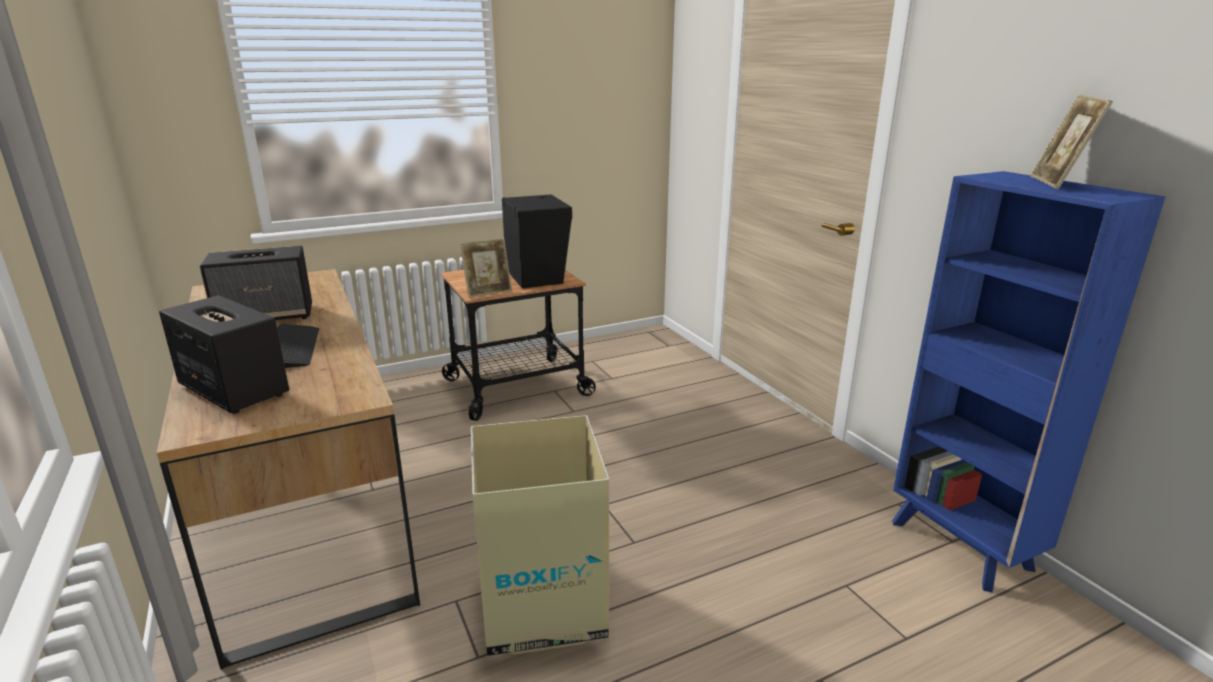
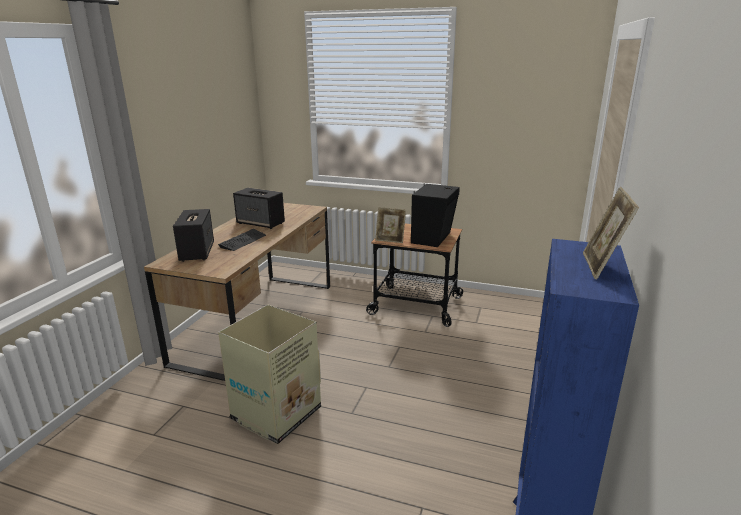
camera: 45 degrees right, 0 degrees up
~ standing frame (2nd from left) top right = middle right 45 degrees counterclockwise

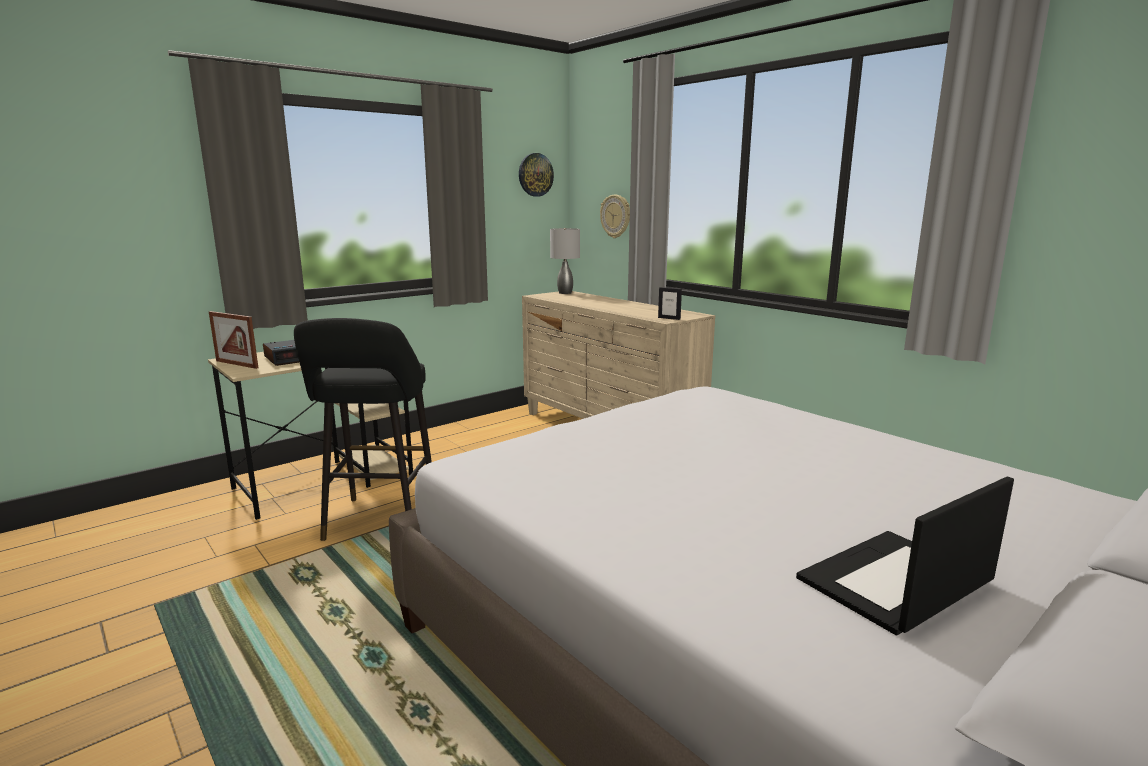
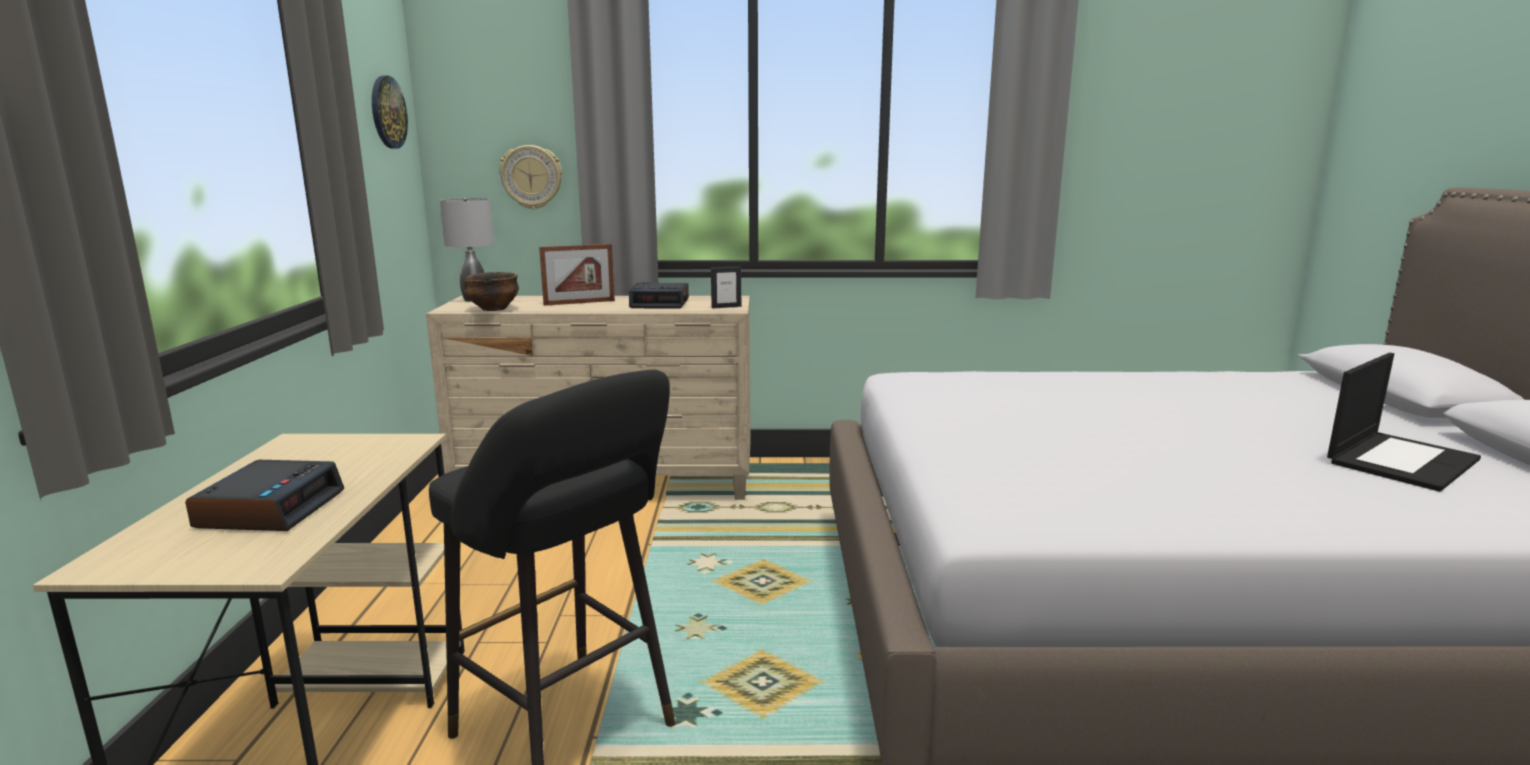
camera: 50 degrees left, 0 degrees up
+ bowl middle left
+ alarm clock (2nd from left) centre
~ standing frame (1st from left) middle left to centre
~ notebook computer bottom right = middle right 135 degrees counterclockwise

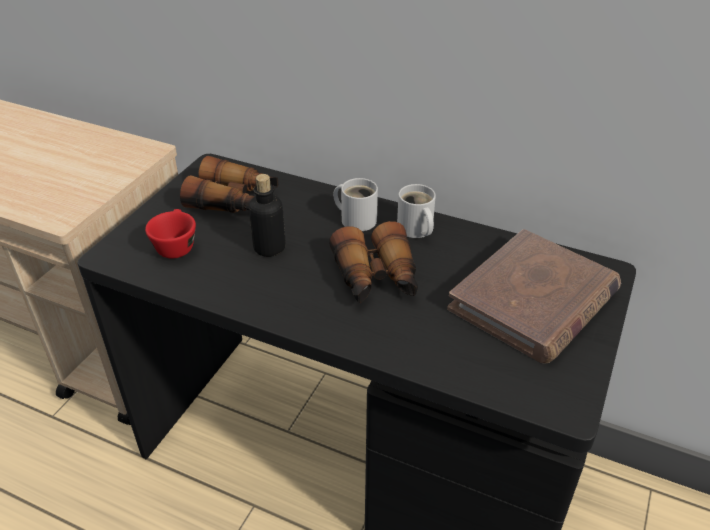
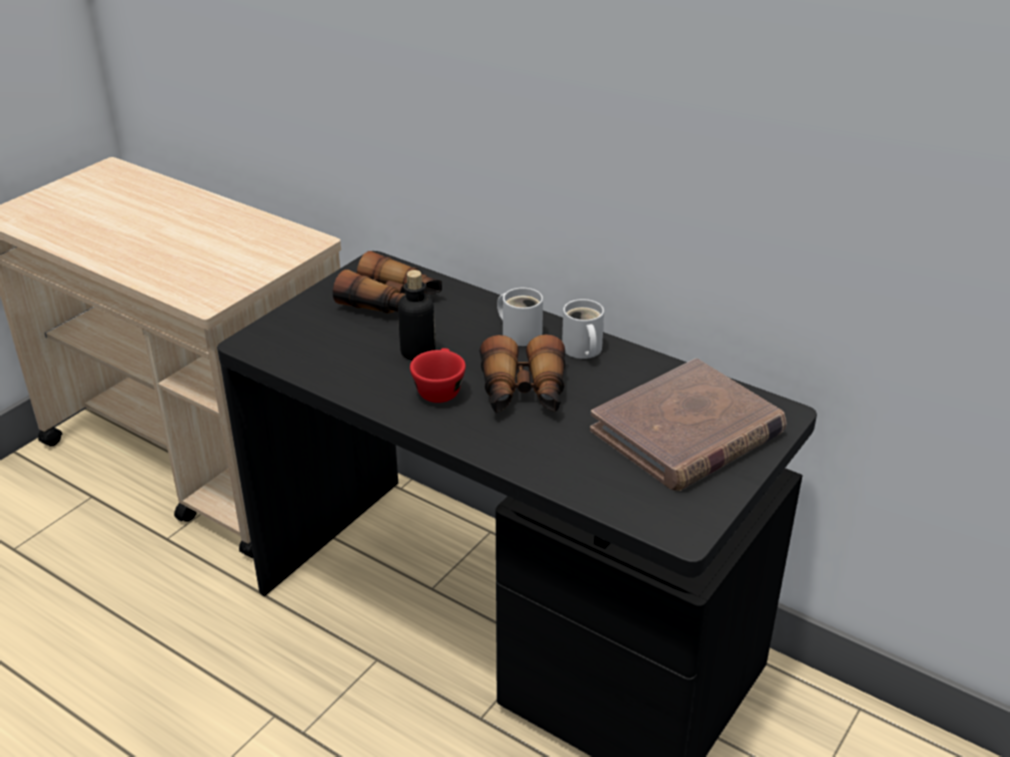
camera: 10 degrees right, 5 degrees down
~ red drinking cup middle left to centre

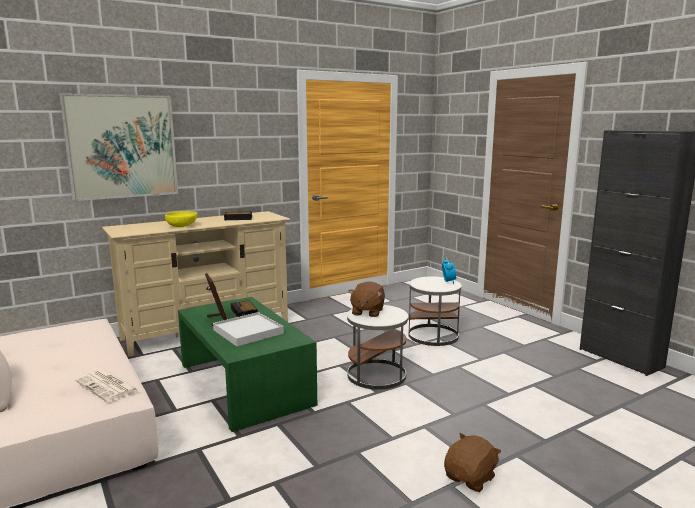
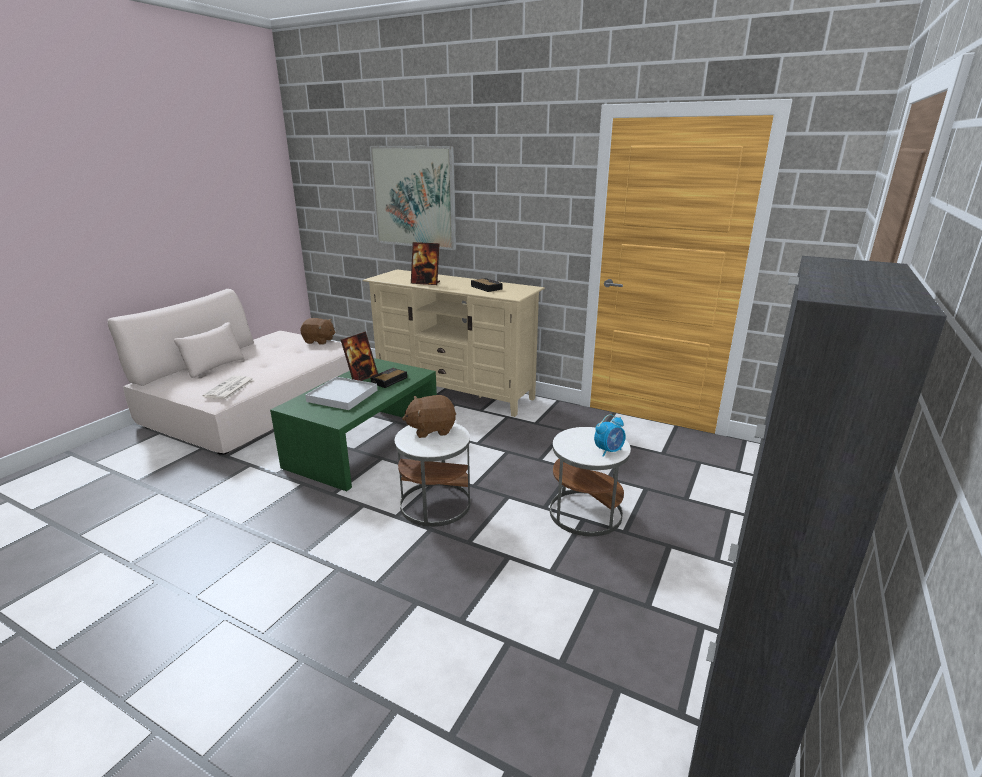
camera: 60 degrees right, 10 degrees up
~ brown-coloured cuddly toy (2nd from left in the first image) bottom right to brown-coloured cuddly toy (1st from left) middle left
~ yellowish bowl middle left to standing frame (2nd from left) centre

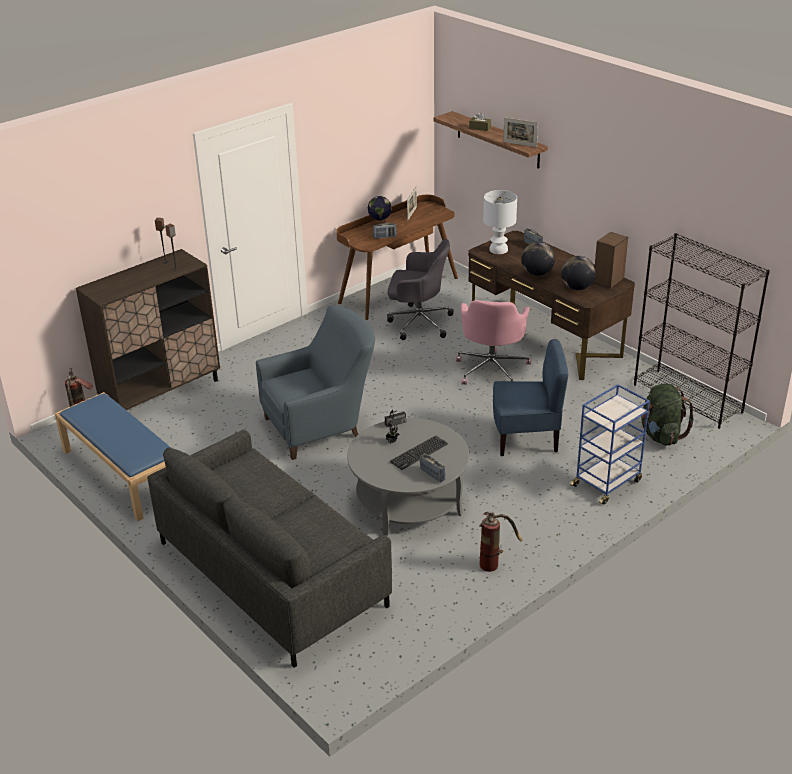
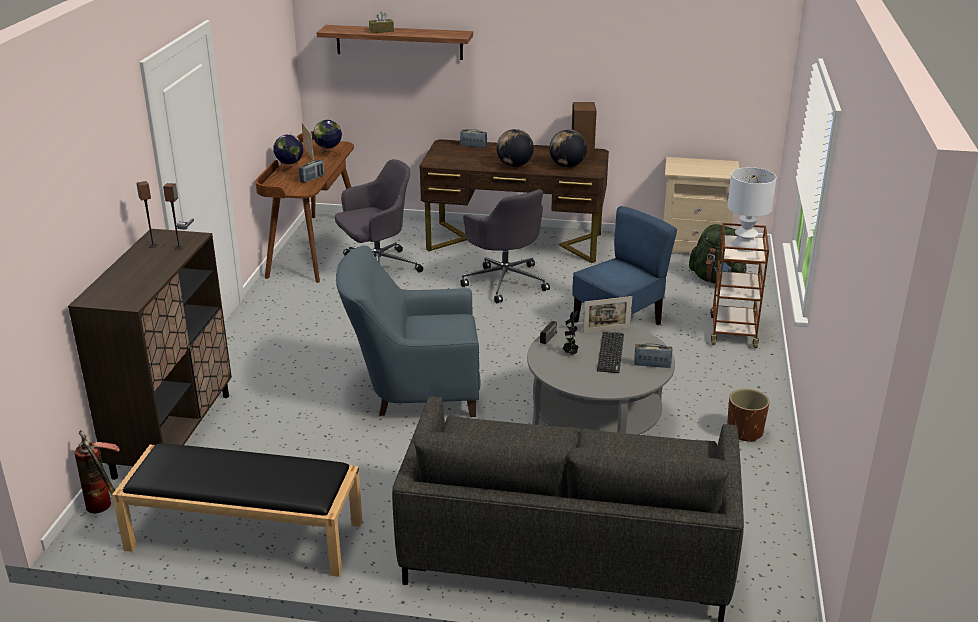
camera: 40 degrees left, 5 degrees down
+ world globe (2nd from left) top centre
~ whitish tabletop lamp top centre to middle right
~ standing frame (2nd from left) top centre to centre
~ fire extinguisher (2nd from left) bottom centre to brown-coloured plant pot bottom right
~ black-coloured bookshelf middle right to beige bedside table top right
~ blue-coloured indoor bench middle left to black-coloured indoor bench bottom left
~ pink-coloured computer chair centre to gray computer chair (2nd from left) centre
~ blue-coloured wheeled cart middle right to brown-coloured wheeled cart middle right
~ blue-coloured armchair centre = centre 120 degrees counterclockwise

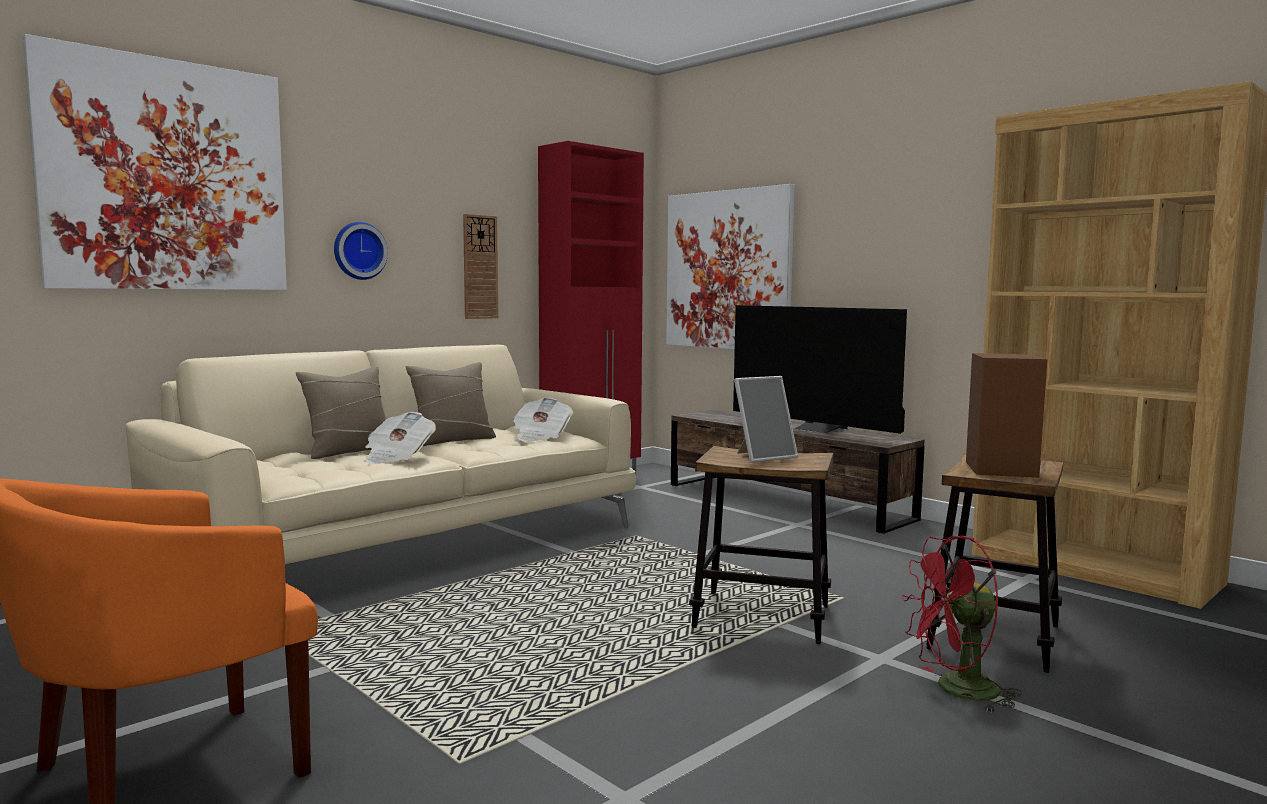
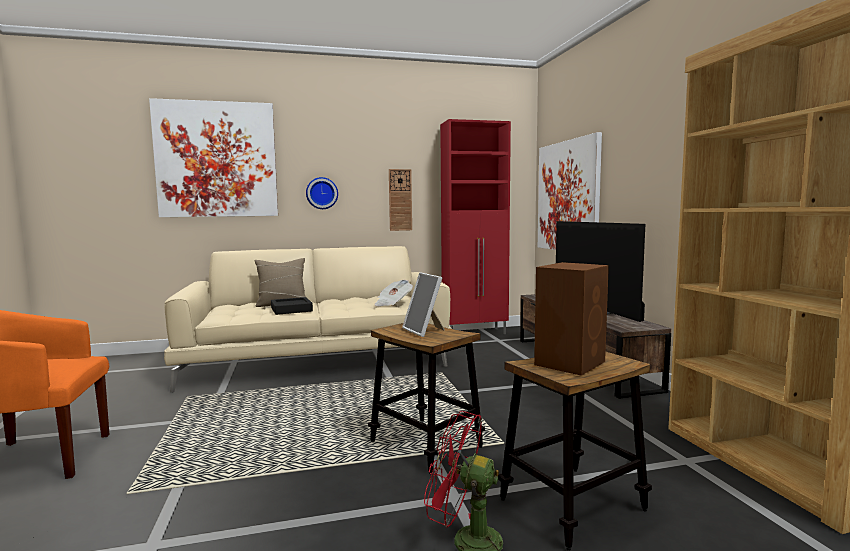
camera: 30 degrees right, 0 degrees up
- beige pillow (2nd from left) centre
~ printed paper (1st from left) middle left to black-coloured carrying tray centre
~ standing frame centre = centre 60 degrees clockwise

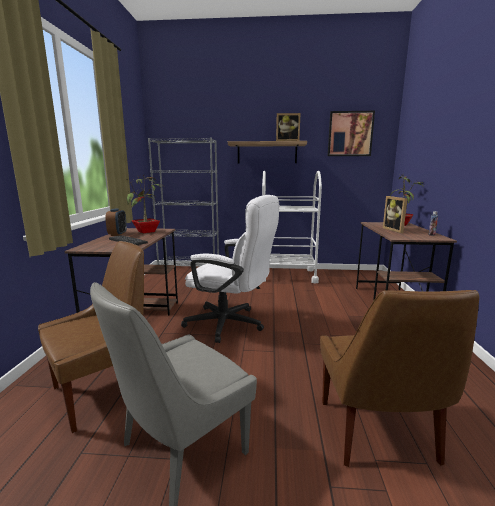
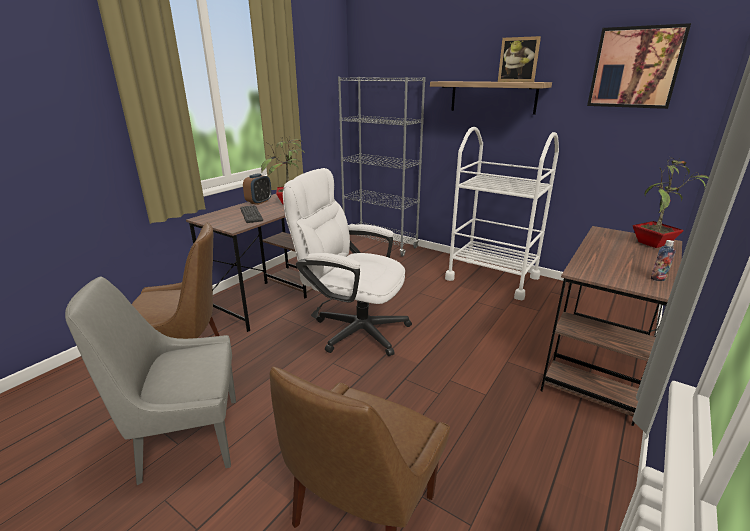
camera: 30 degrees right, 10 degrees up
- standing frame (2nd from left) middle right
~ whitish computer chair centre = centre 150 degrees clockwise

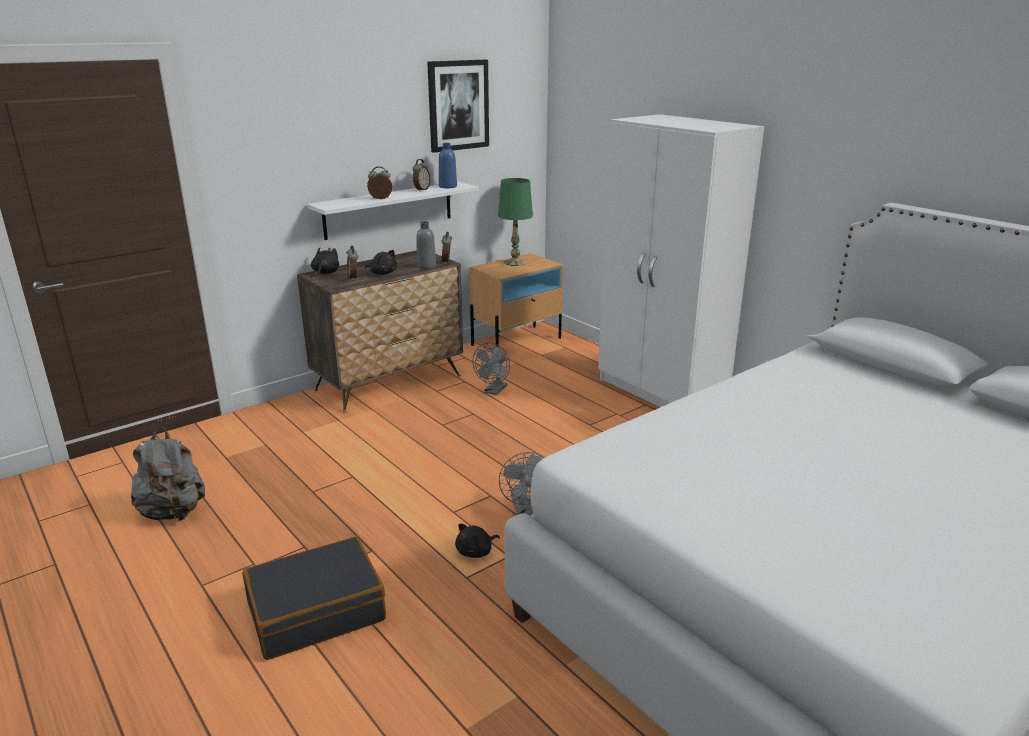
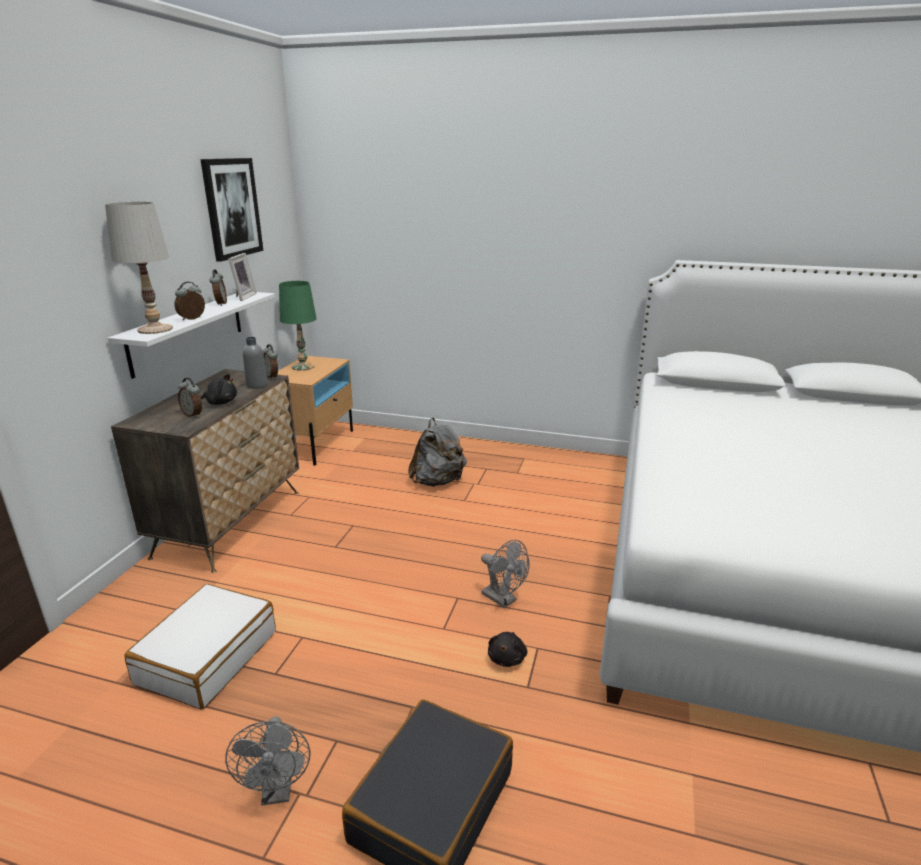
camera: 35 degrees left, 0 degrees up
- black-coloured cuddly toy (1st from left) middle left
- whitish clothes cupboard centre
+ whitish tabletop lamp top left
+ whitish travel case bottom left
~ gray knapsack middle left to centre
~ gray cooling fan (1st from left) centre to bottom left
~ blue-coloured drink bottle top centre to standing frame top left

